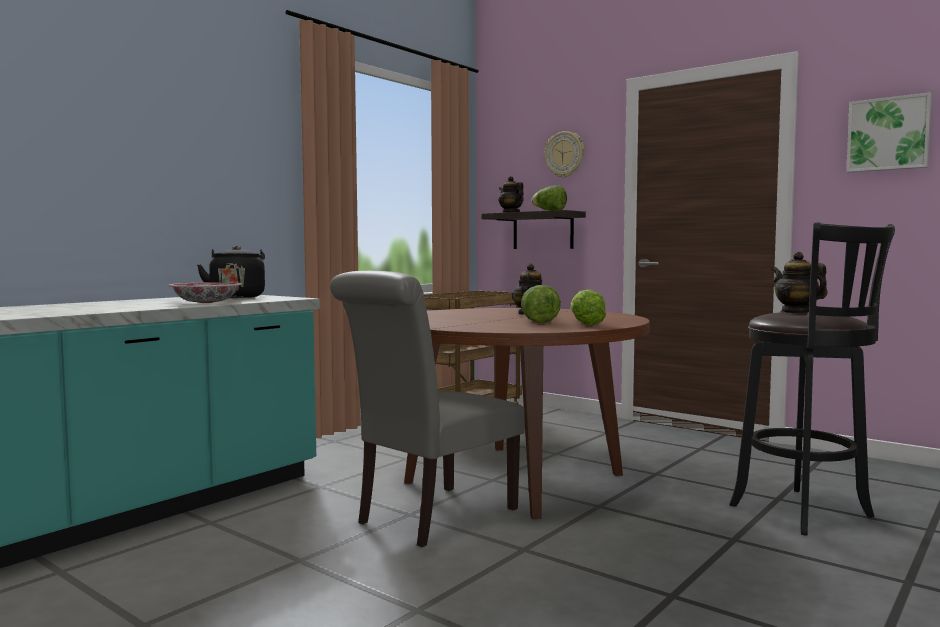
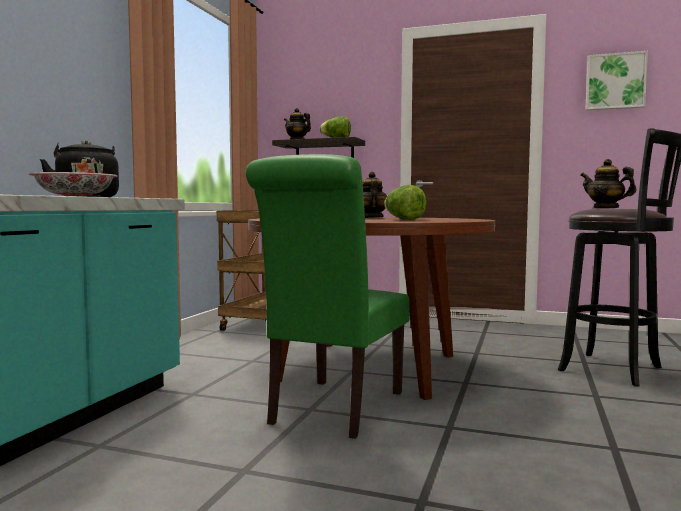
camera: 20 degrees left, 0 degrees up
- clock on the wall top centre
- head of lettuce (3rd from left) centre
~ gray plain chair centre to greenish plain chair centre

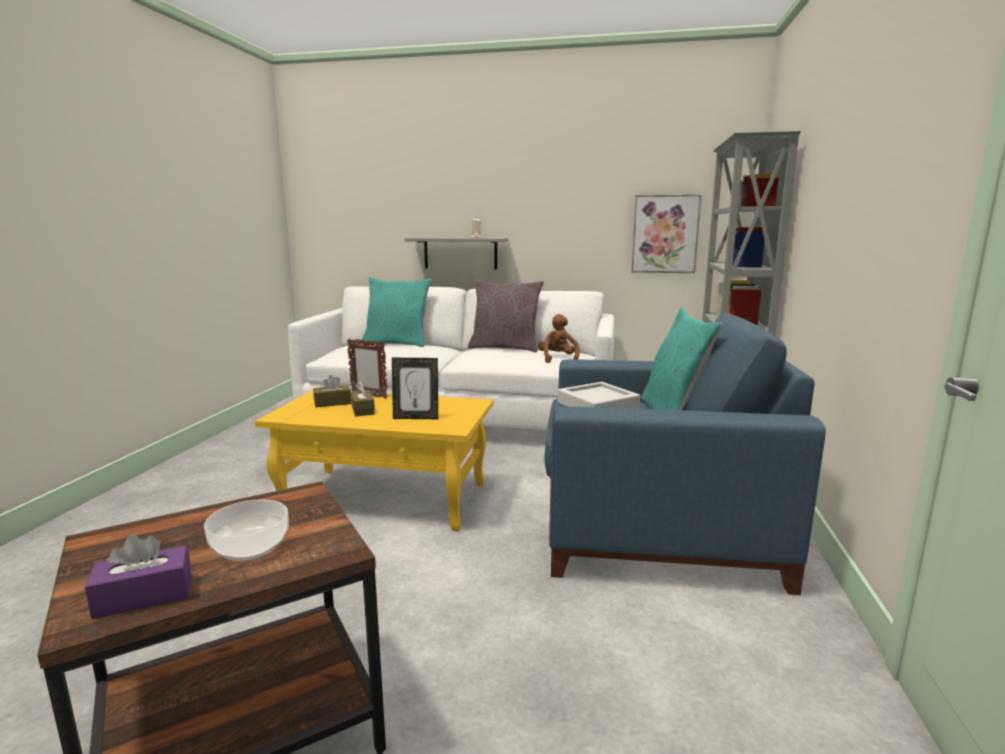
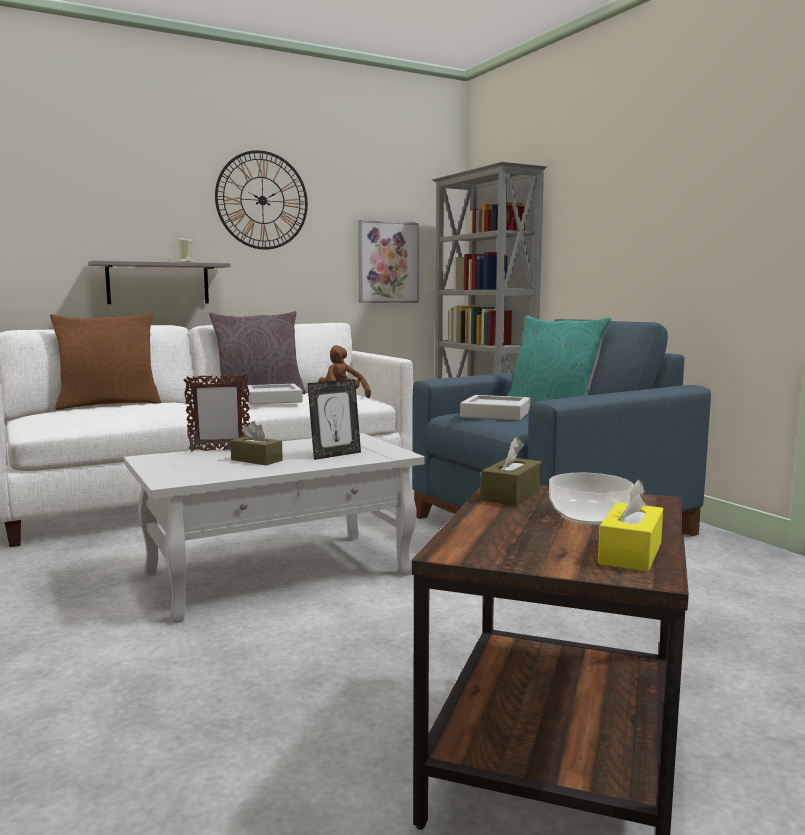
camera: 40 degrees left, 5 degrees down
+ clock on the wall top left
+ gray carrying tray (1st from left) centre
~ brown-coloured tissue holder (1st from left in the first image) middle left to brown-coloured tissue holder (2nd from left) centre
~ purple-coloured tissue holder bottom left to yellowish tissue holder middle right
~ yellowish coffee table centre to whitish coffee table centre
~ blue-green pillow (1st from left) centre to brown-coloured pillow middle left

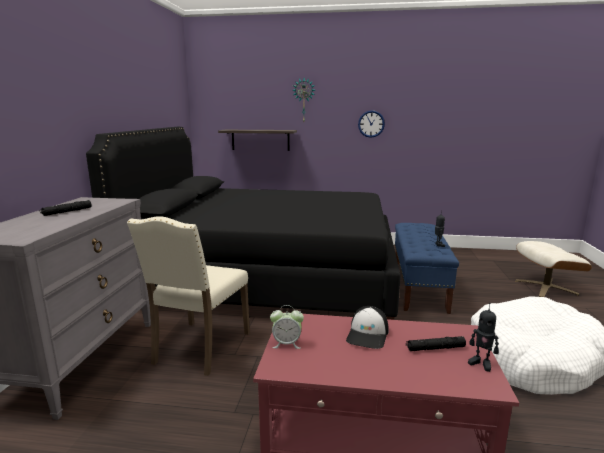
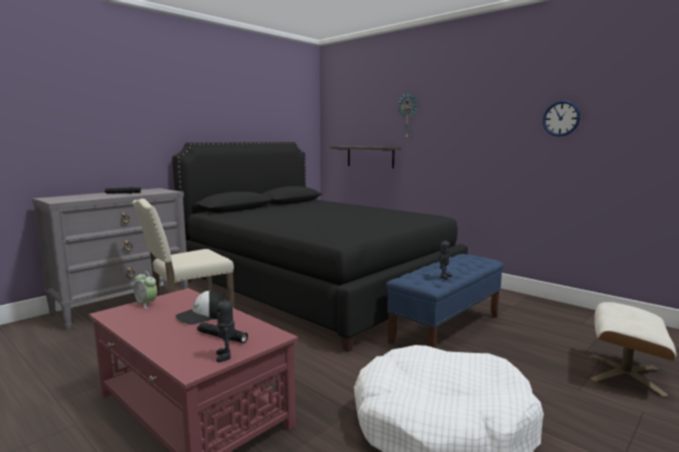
camera: 35 degrees right, 5 degrees down
~ clock on the wall (2nd from left) top centre to top right

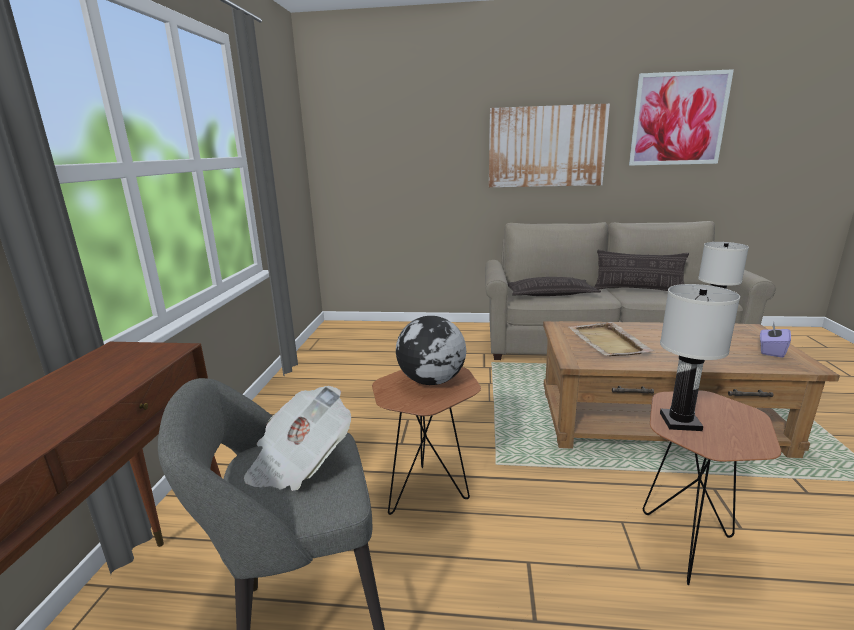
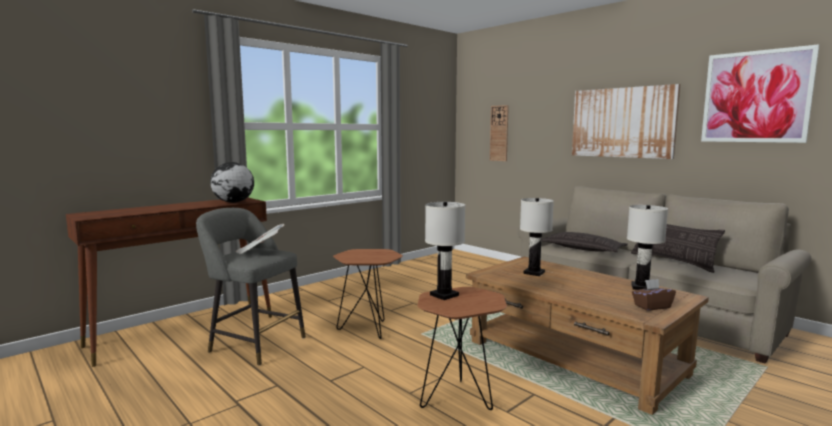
camera: 40 degrees right, 10 degrees down
+ clock on the wall top centre
~ world globe centre to middle left
~ beige carrying tray middle right to whitish tabletop lamp (2nd from left) centre
~ purple-coloured tissue holder middle right to brown-coloured tissue holder bottom right

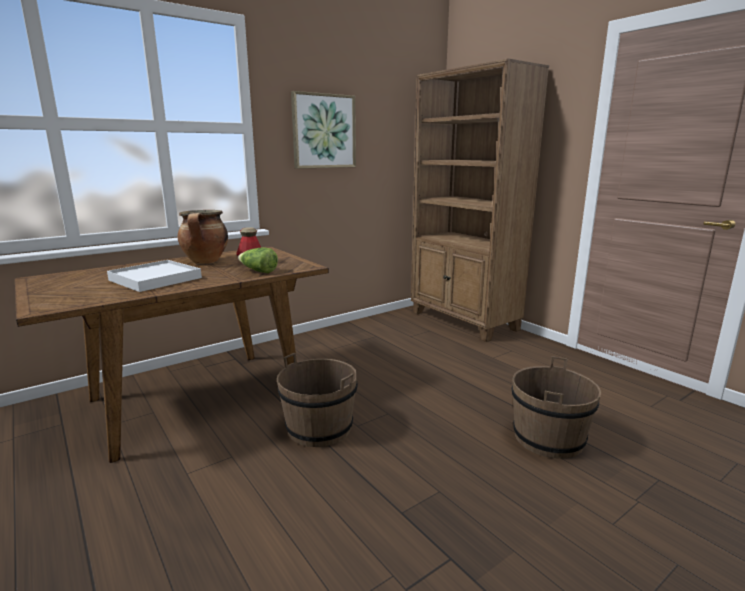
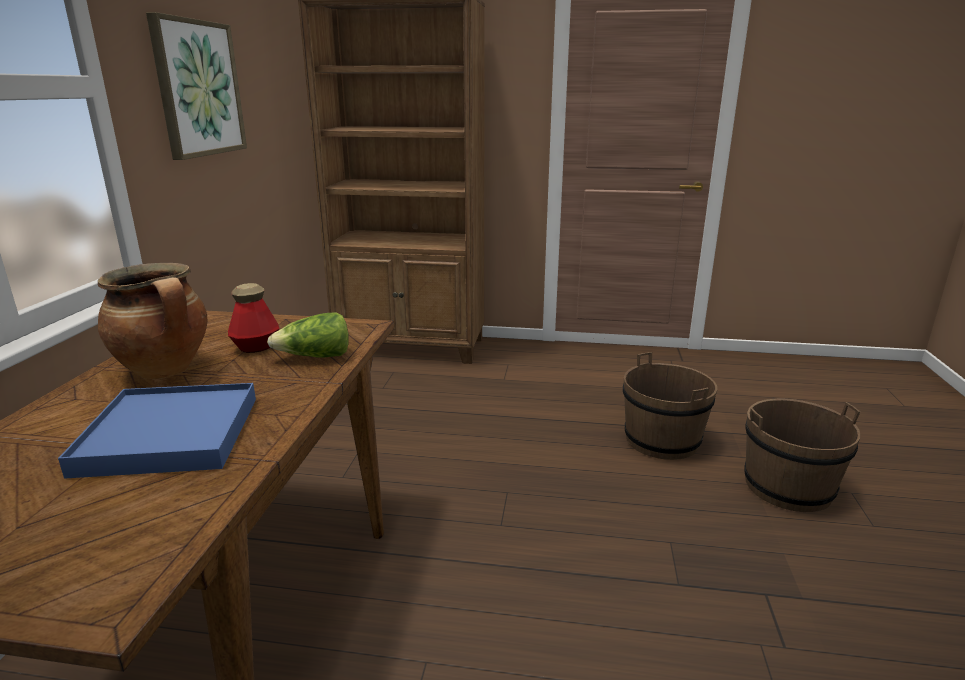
camera: 45 degrees left, 5 degrees up
~ brown-coloured bucket (1st from left in the first image) bottom centre to brown-coloured bucket (2nd from left) bottom right
~ whitish carrying tray middle left to blue-coloured carrying tray middle left

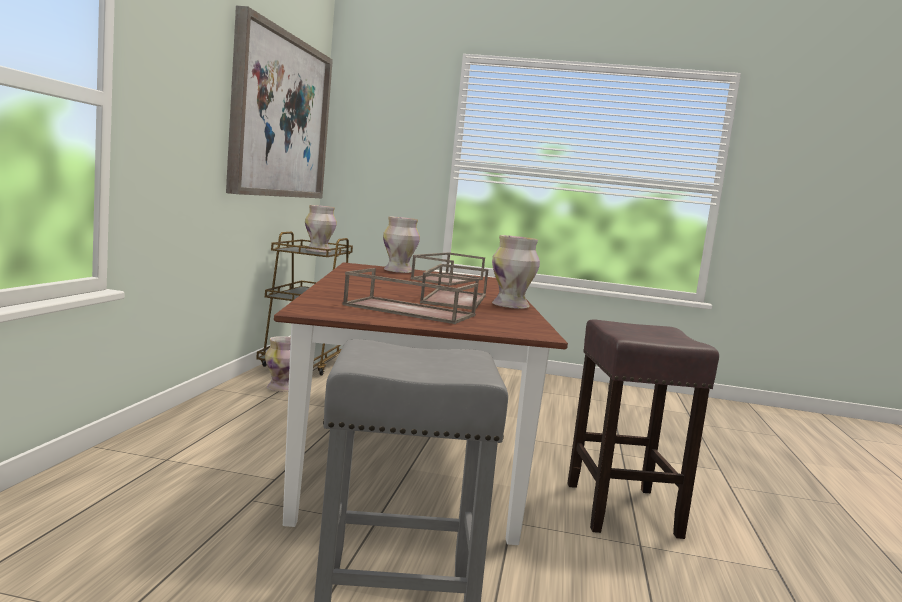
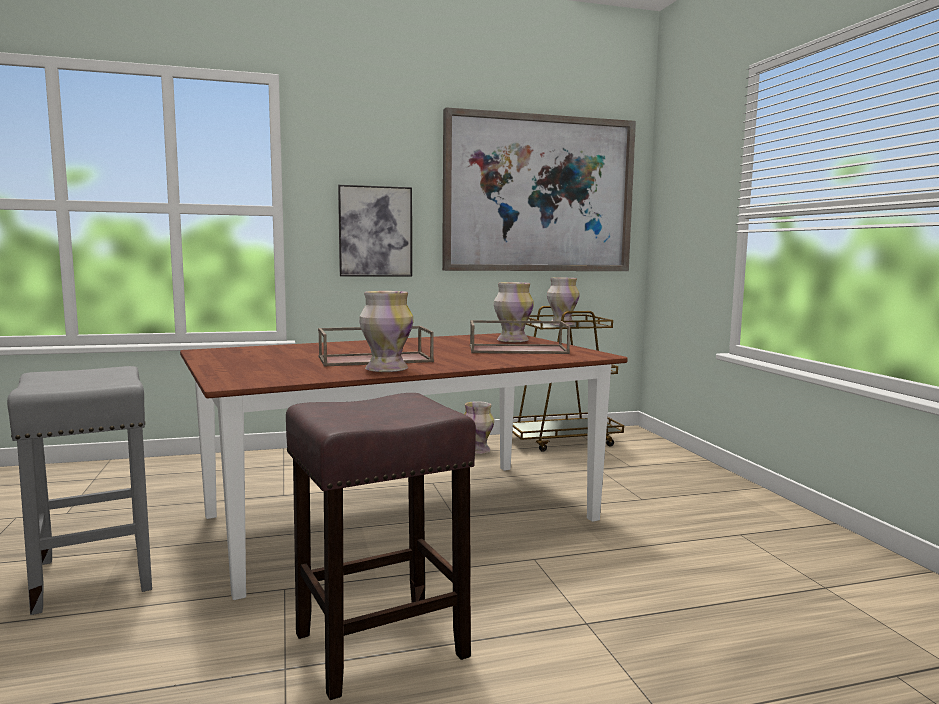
camera: 65 degrees right, 0 degrees up
- brown-coloured carrying tray (1st from left) centre
+ picture (1st from left) top centre

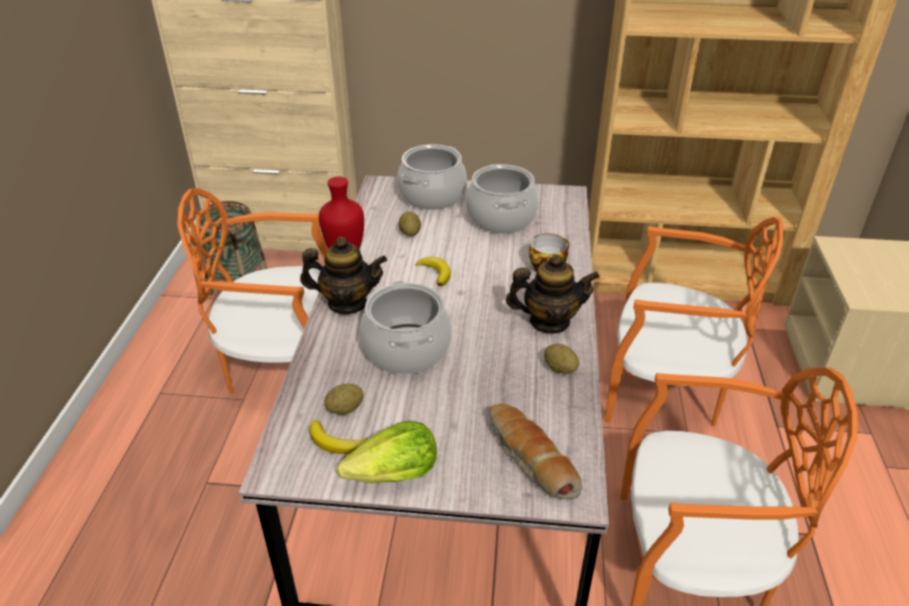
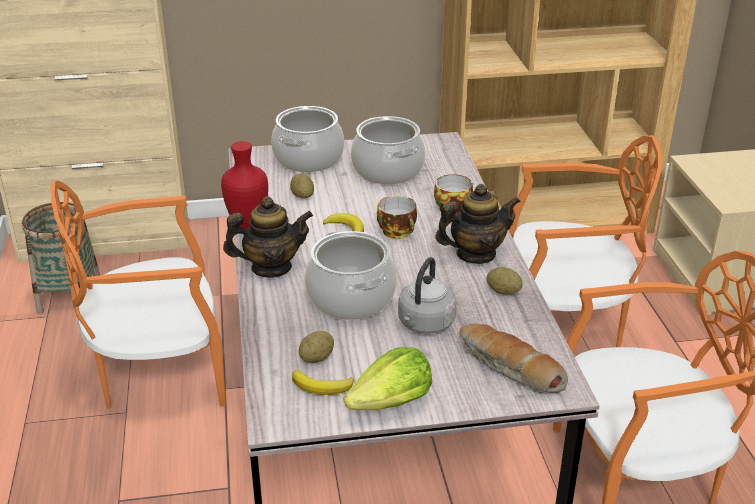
camera: 15 degrees left, 5 degrees down
+ drinking cup (1st from left) centre
+ gray water kettle centre

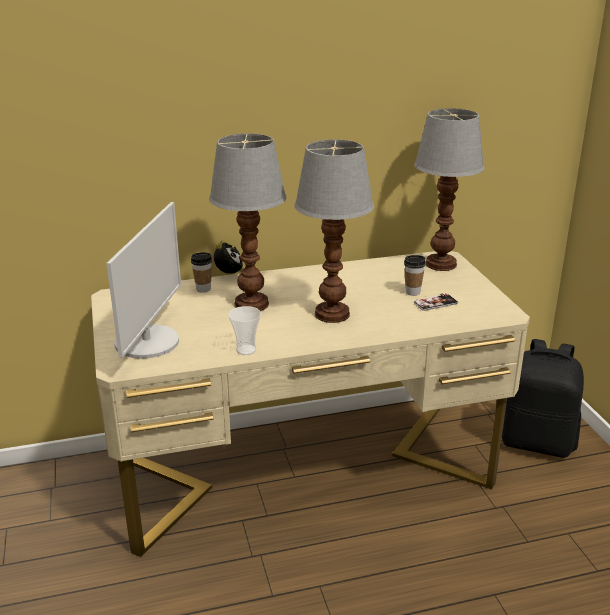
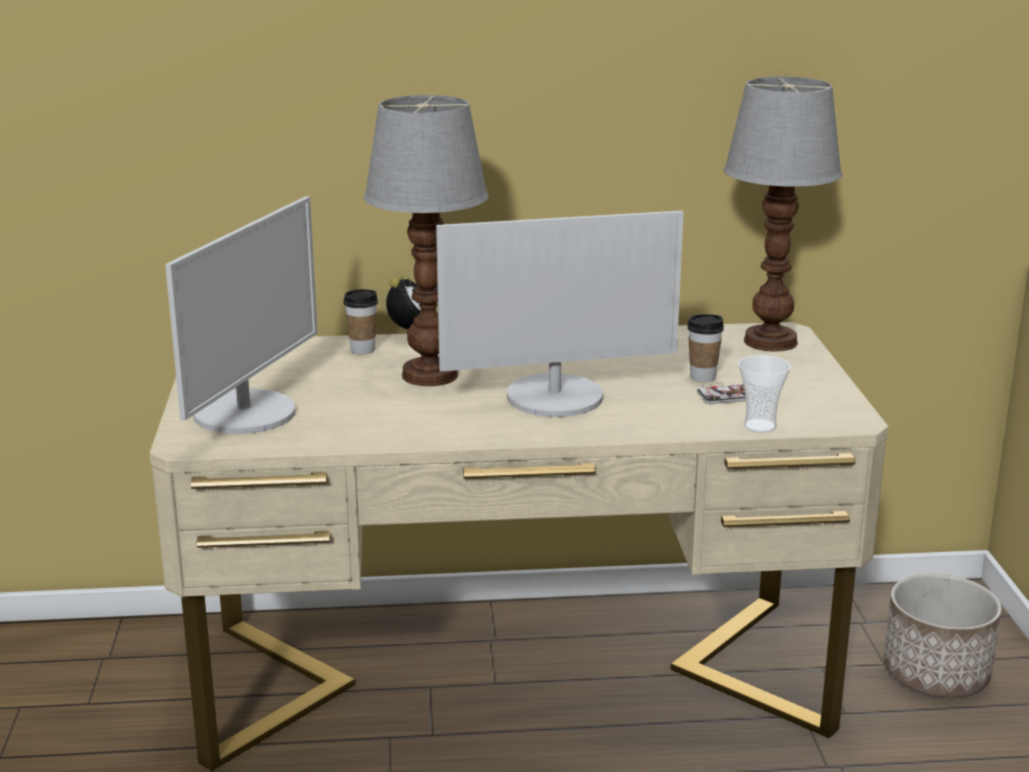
camera: 10 degrees right, 5 degrees down
~ drinking cup (2nd from left in the first image) centre to drinking cup (3rd from left) middle right
~ tabletop lamp (2nd from left) centre to monitor (2nd from left) centre
~ black-coloured knapsack middle right to plant pot bottom right

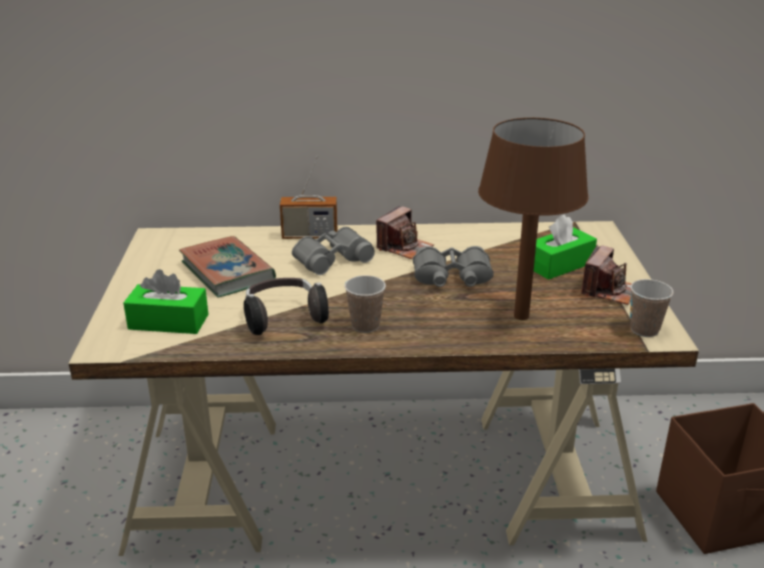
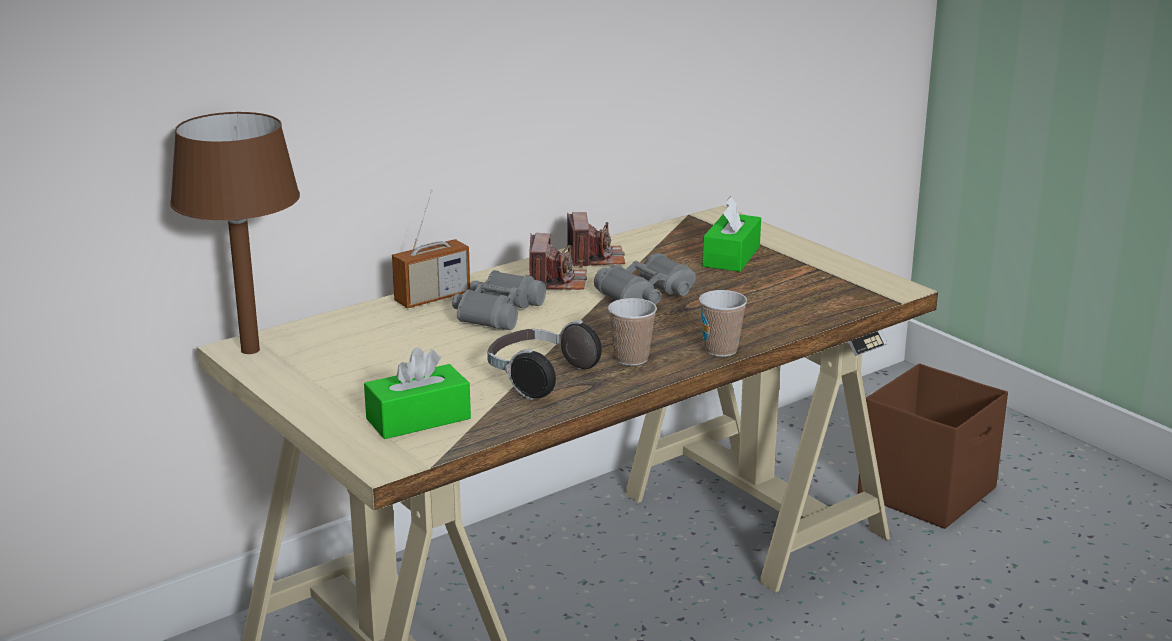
camera: 35 degrees left, 5 degrees down
- book middle left
~ brown-coloured tabletop lamp middle right to middle left
~ photo camera (2nd from left) middle right to centre
~ drinking cup (2nd from left) middle right to centre

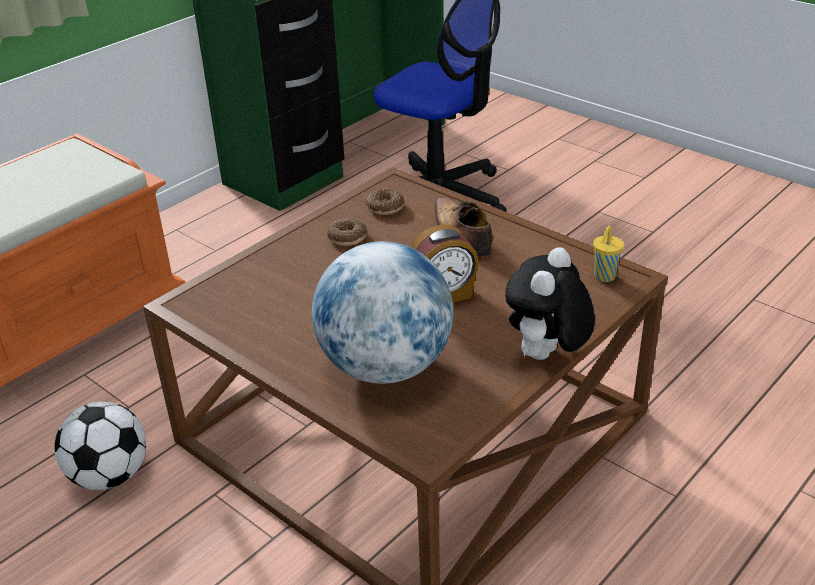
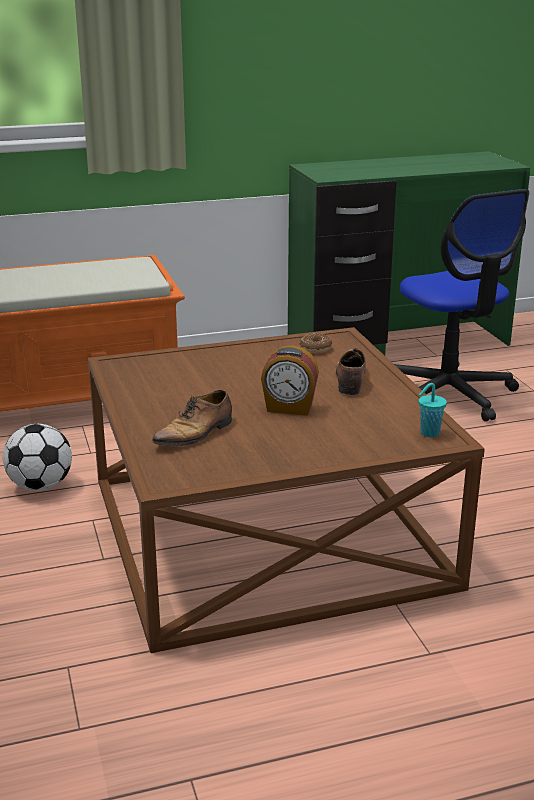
camera: 30 degrees right, 10 degrees down
- ring doughnut (1st from left) centre
- cuddly toy middle right
~ world globe centre to item of footwear (1st from left) centre
~ yellowish drinking cup middle right to blue-green drinking cup middle right

